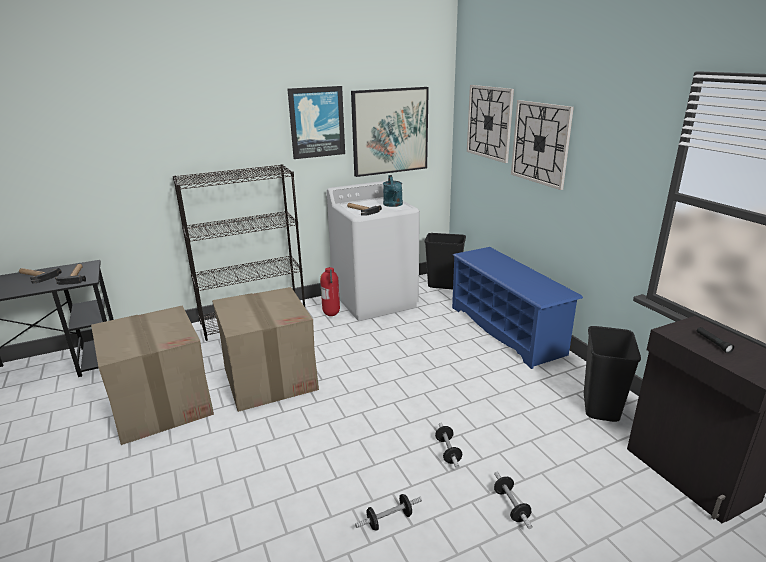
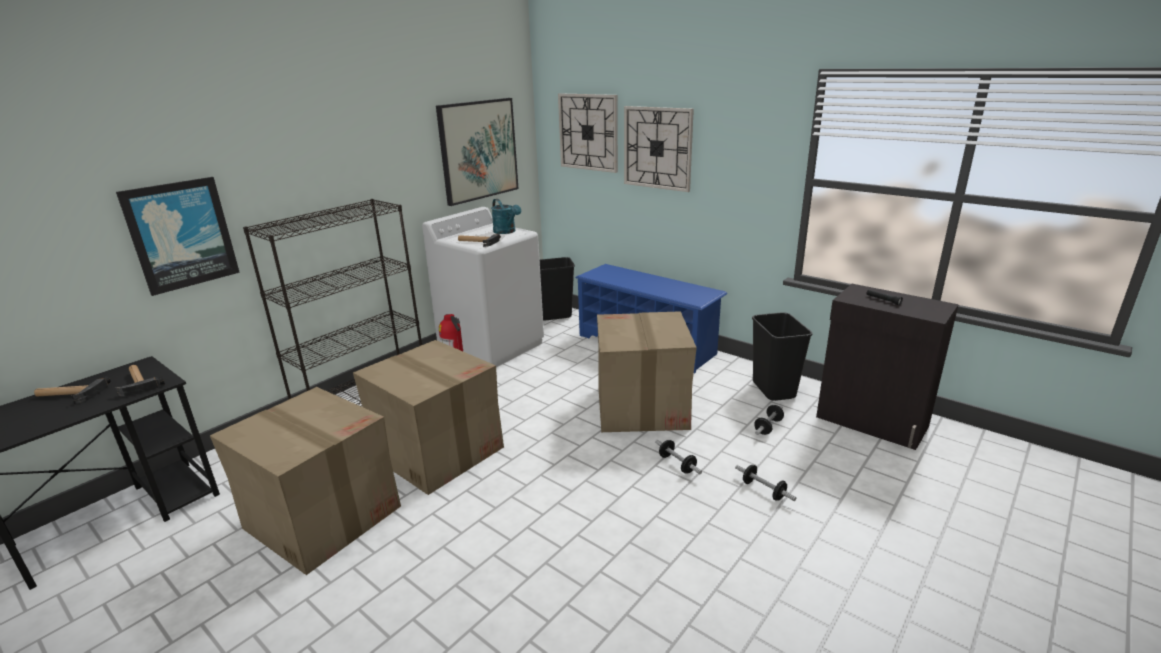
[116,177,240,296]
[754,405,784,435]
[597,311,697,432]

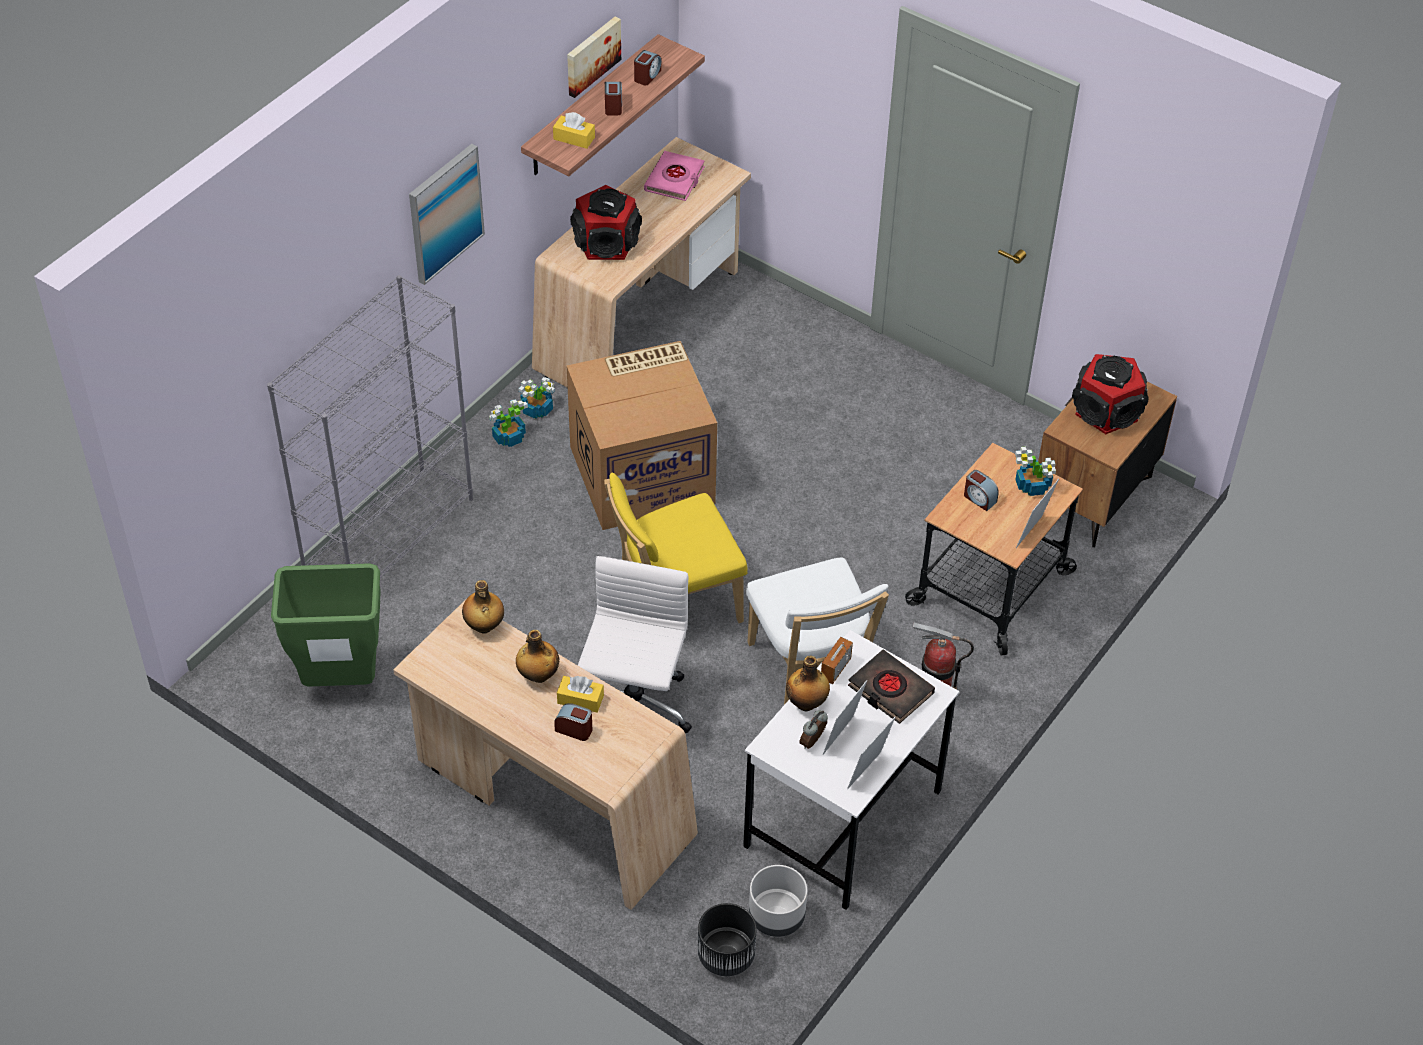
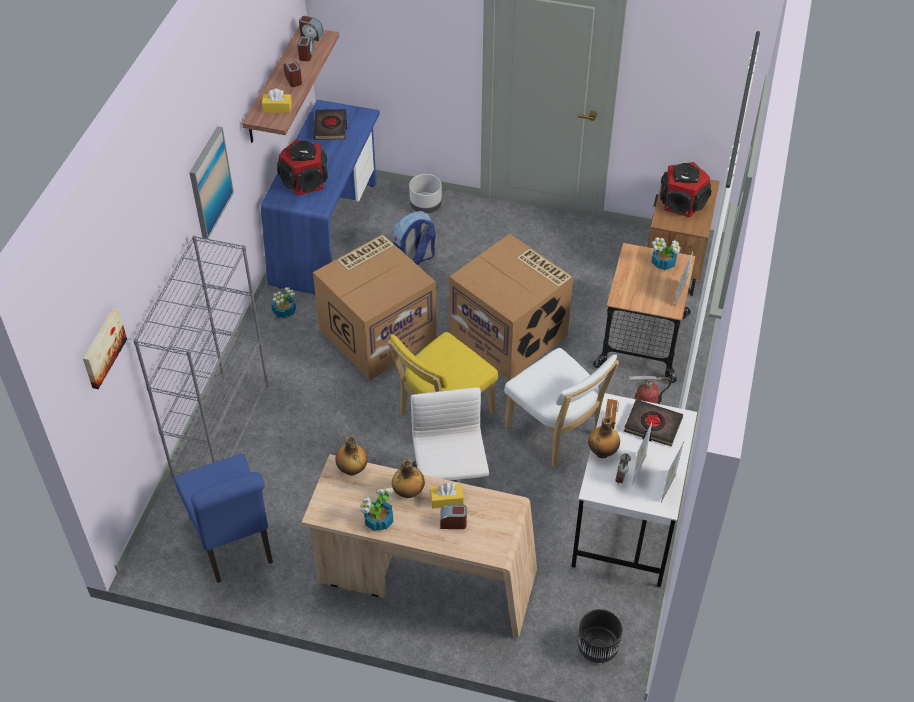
[83,308,127,389]
[261,100,380,294]
[313,109,347,140]
[360,487,394,531]
[299,16,323,41]
[174,454,273,583]
[409,174,442,213]
[393,211,436,265]
[449,234,573,380]

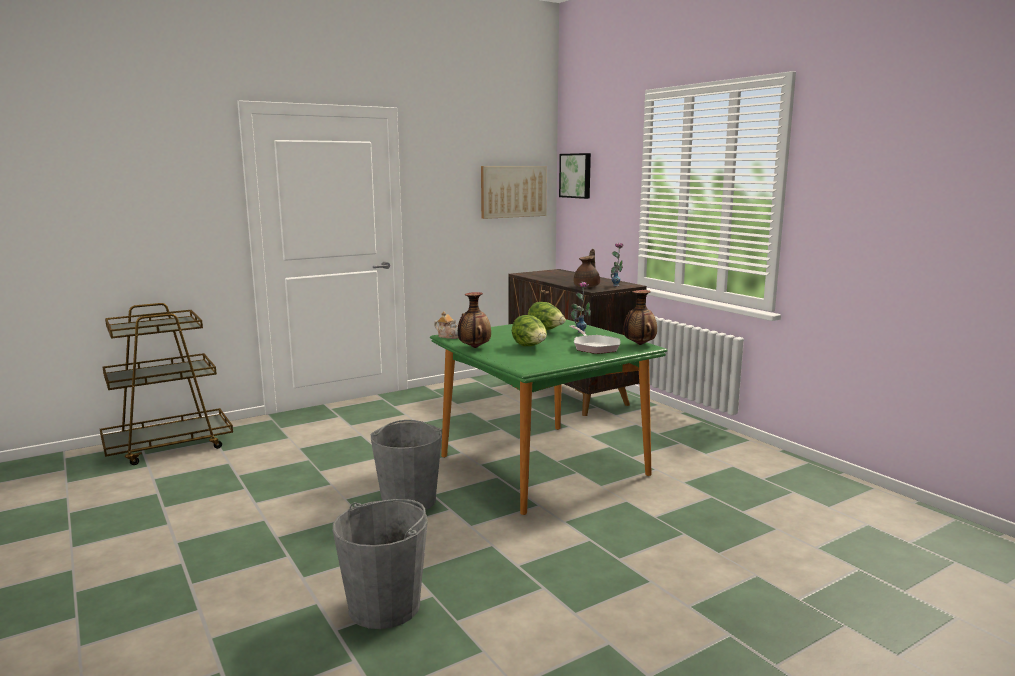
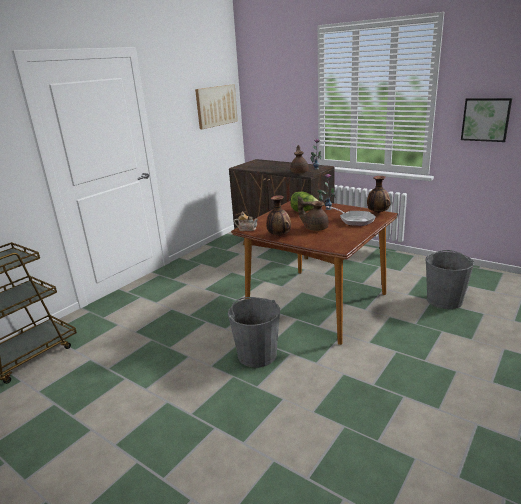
[461,98,512,142]
[298,196,329,231]
[231,201,398,345]
[426,250,474,309]

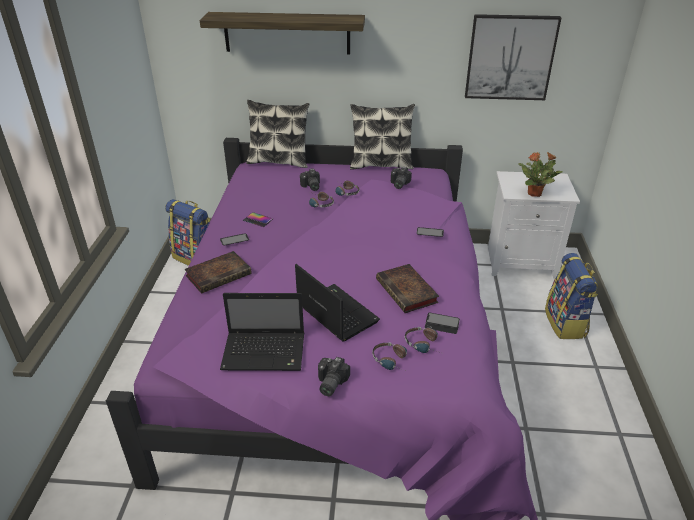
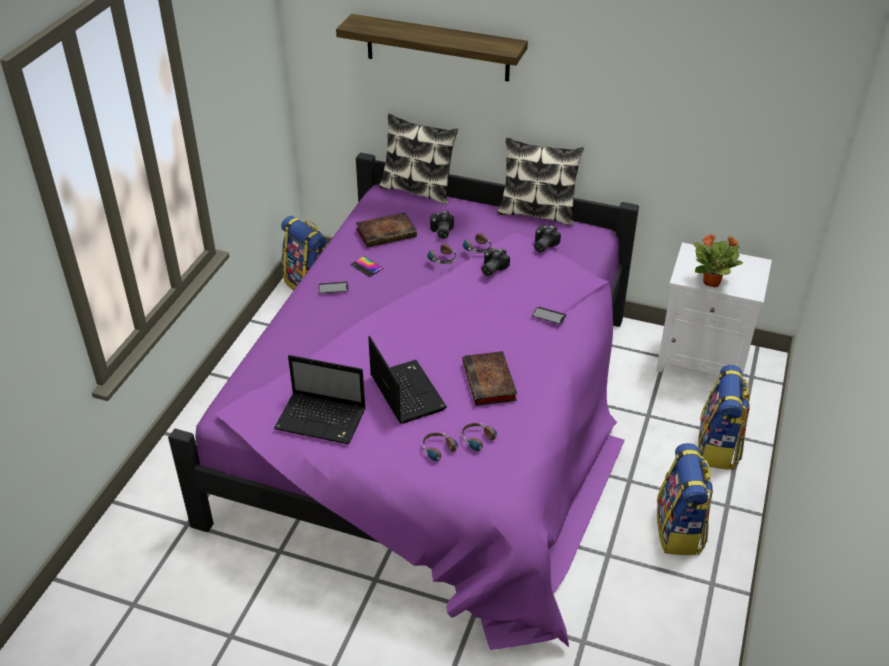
[465,14,561,100] (first image)
[356,212,417,247]
[425,312,460,334] (first image)
[482,248,510,276]
[657,443,713,555]

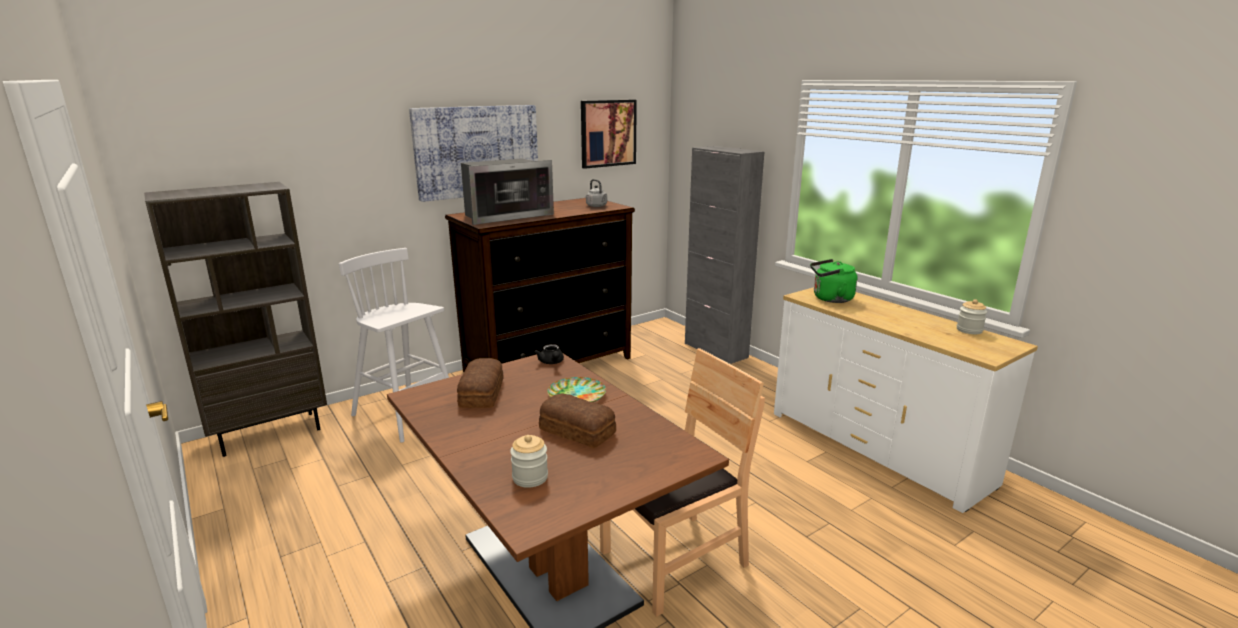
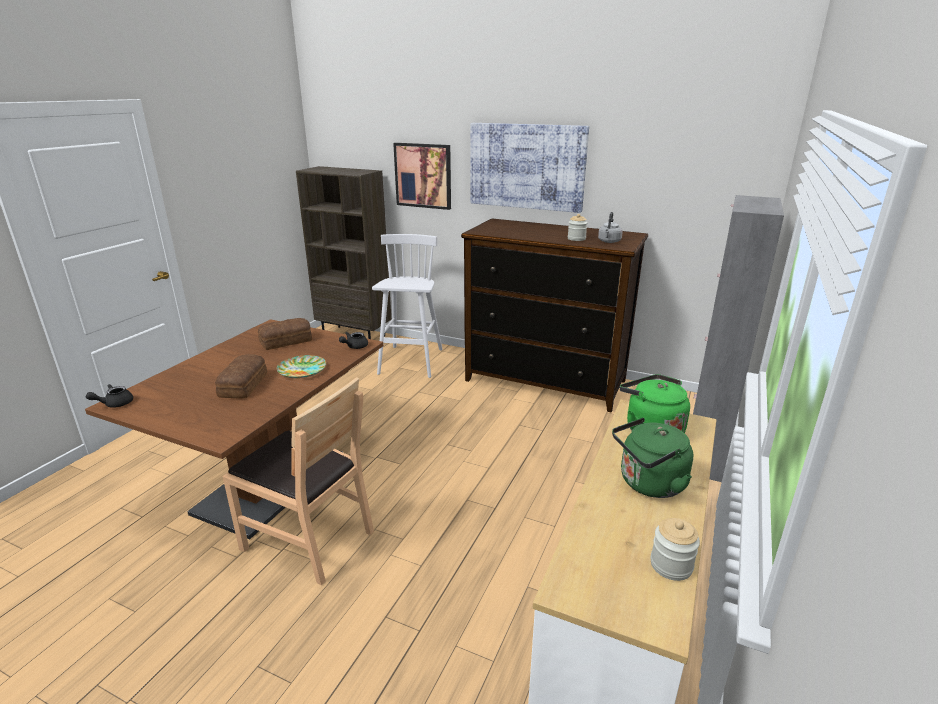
[393,143,451,210]
[461,158,554,225] (first image)
[568,214,587,241]
[86,384,133,408]
[612,418,693,498]

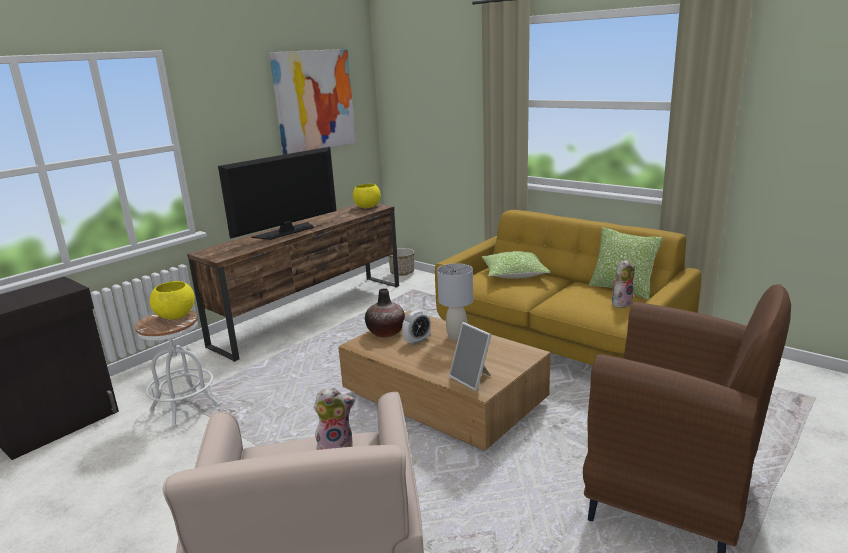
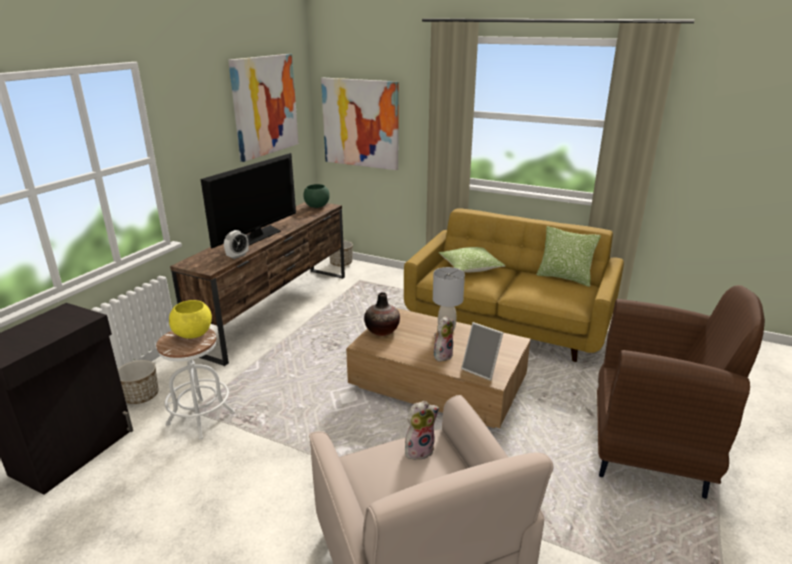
[303,184,330,208]
[434,316,454,362]
[224,230,249,259]
[321,78,398,170]
[118,360,159,404]

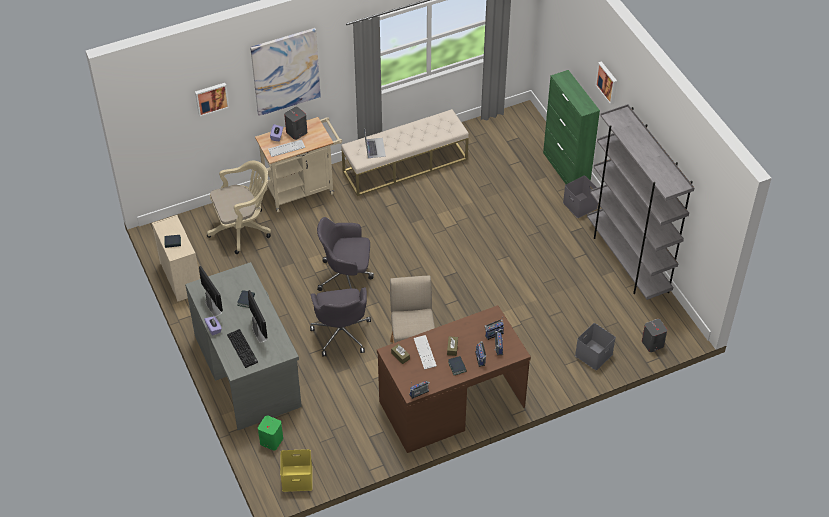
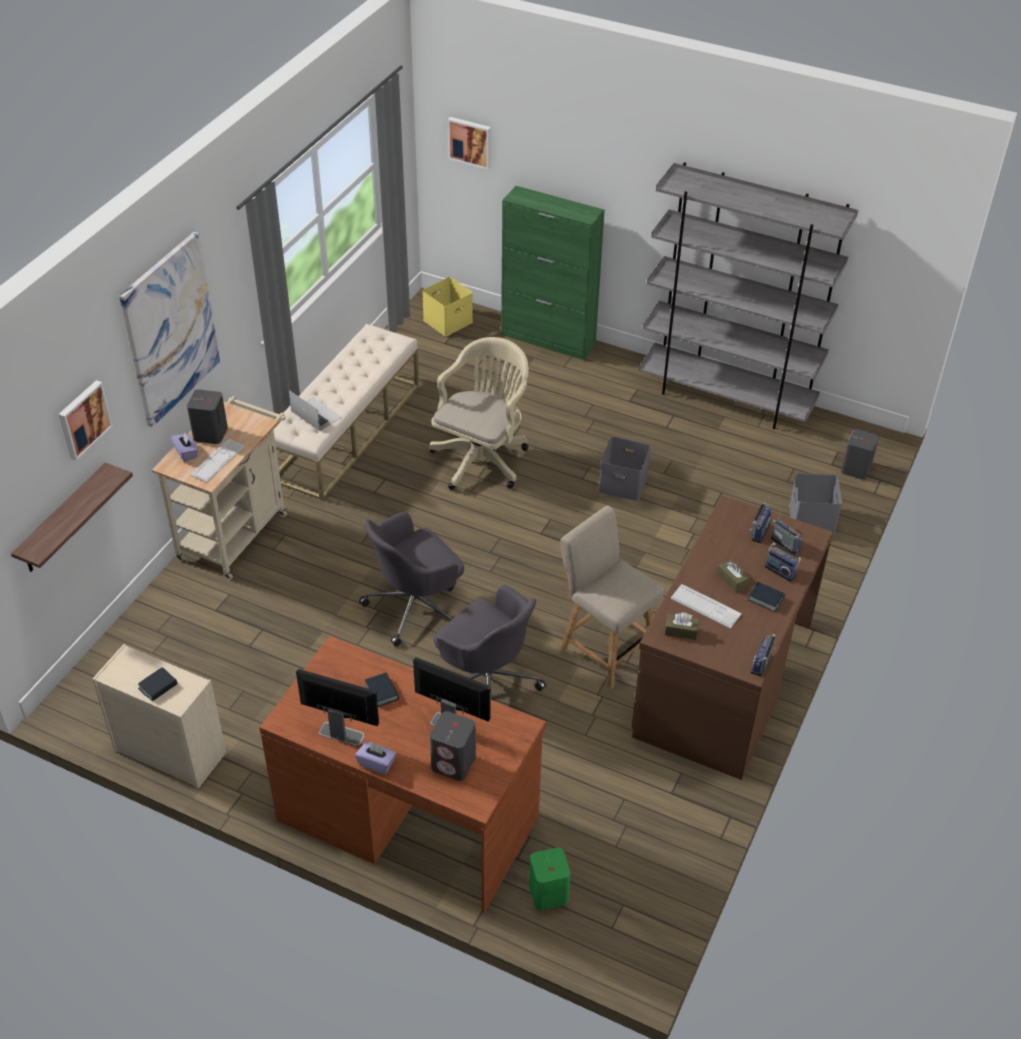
[448,117,491,170]
[429,337,529,490]
[598,436,651,502]
[259,636,546,913]
[430,711,476,781]
[422,277,473,336]
[11,463,133,572]

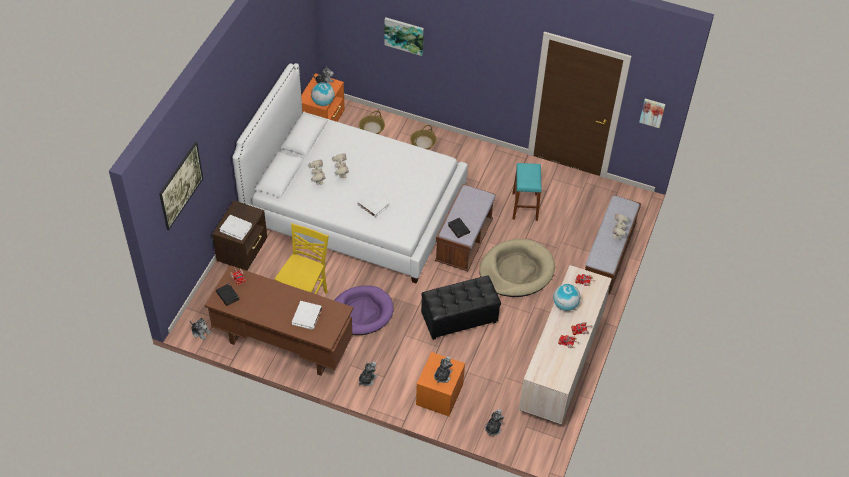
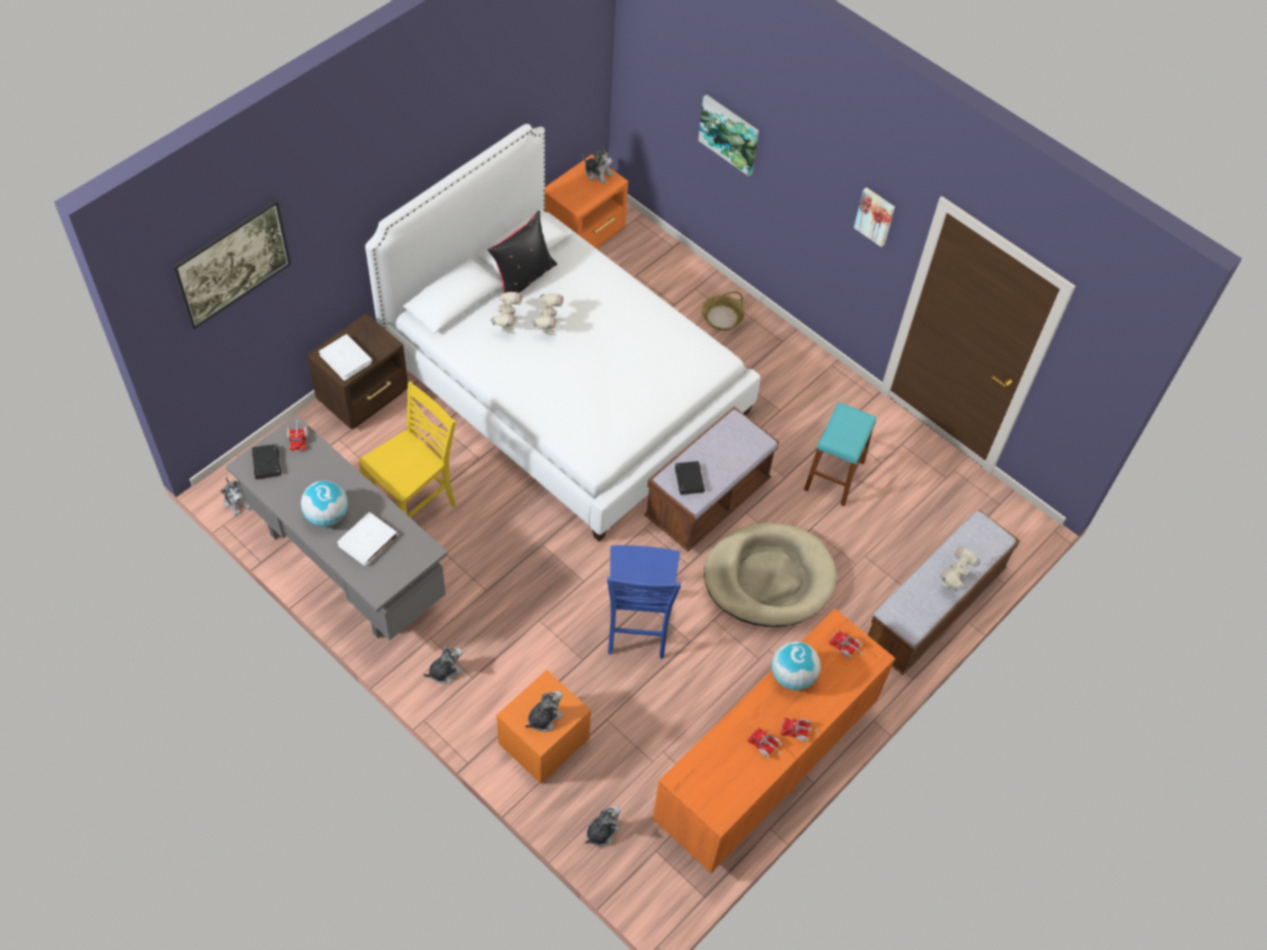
[301,480,348,527]
[854,187,895,247]
[359,111,385,134] (first image)
[357,190,389,217] (first image)
[226,415,448,640]
[653,608,895,873]
[607,545,681,659]
[334,285,394,335] (first image)
[487,210,557,293]

